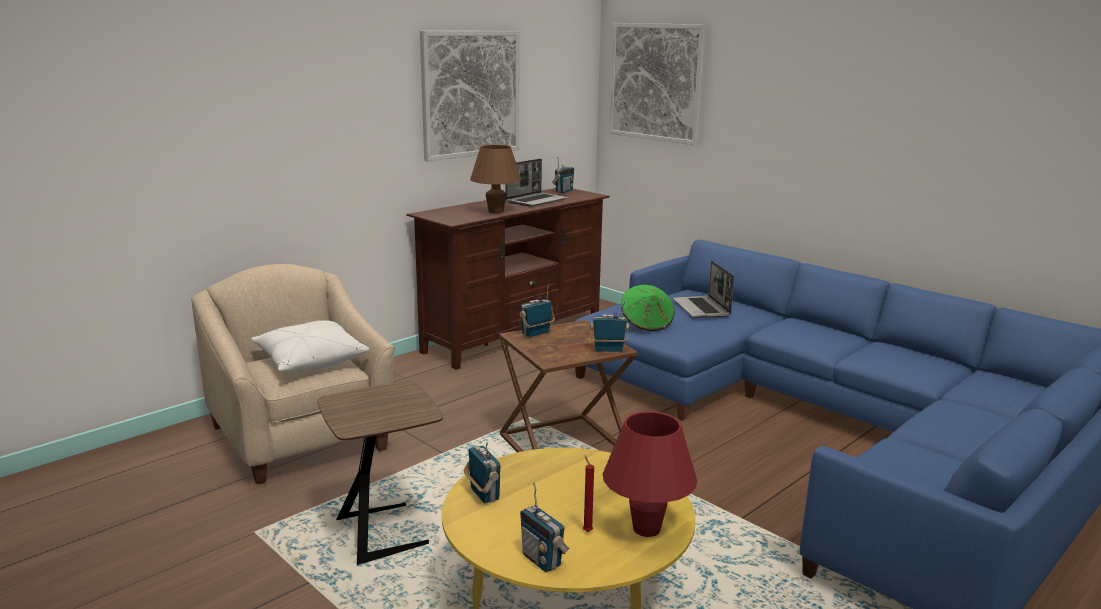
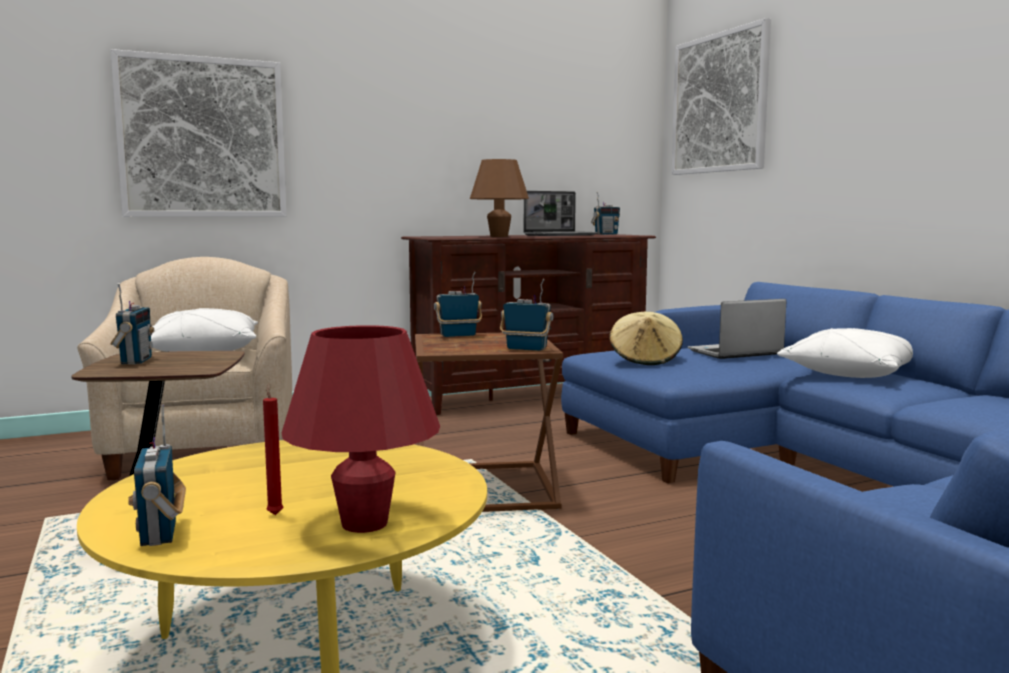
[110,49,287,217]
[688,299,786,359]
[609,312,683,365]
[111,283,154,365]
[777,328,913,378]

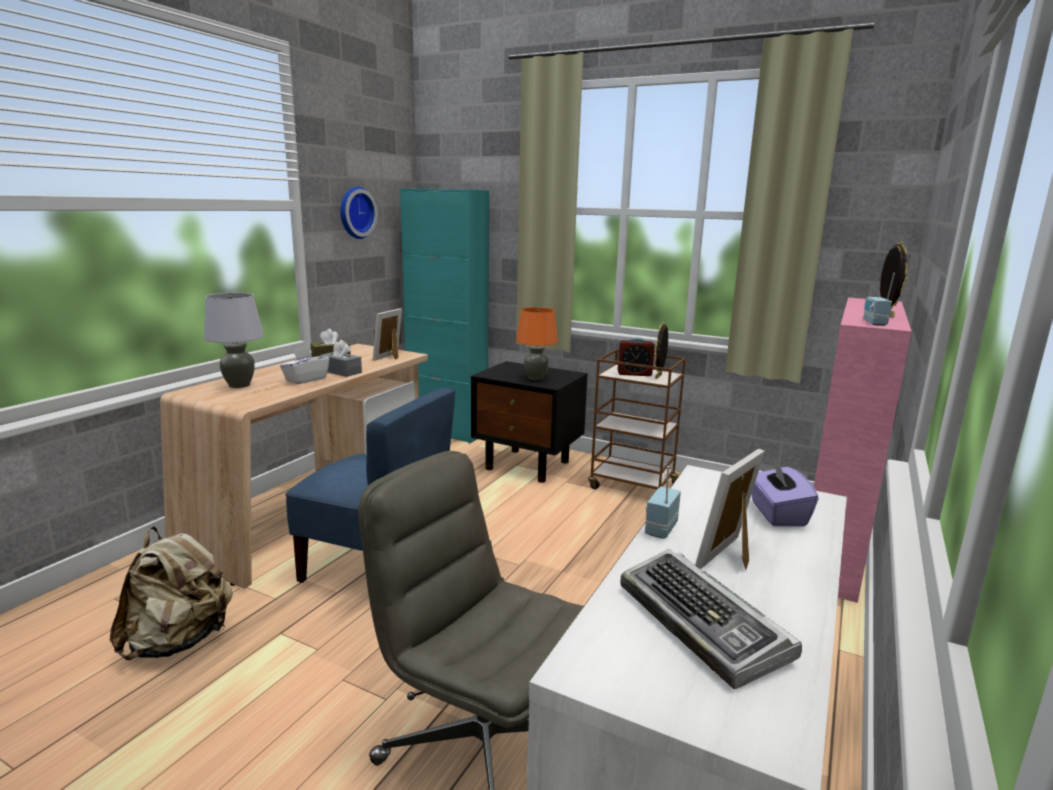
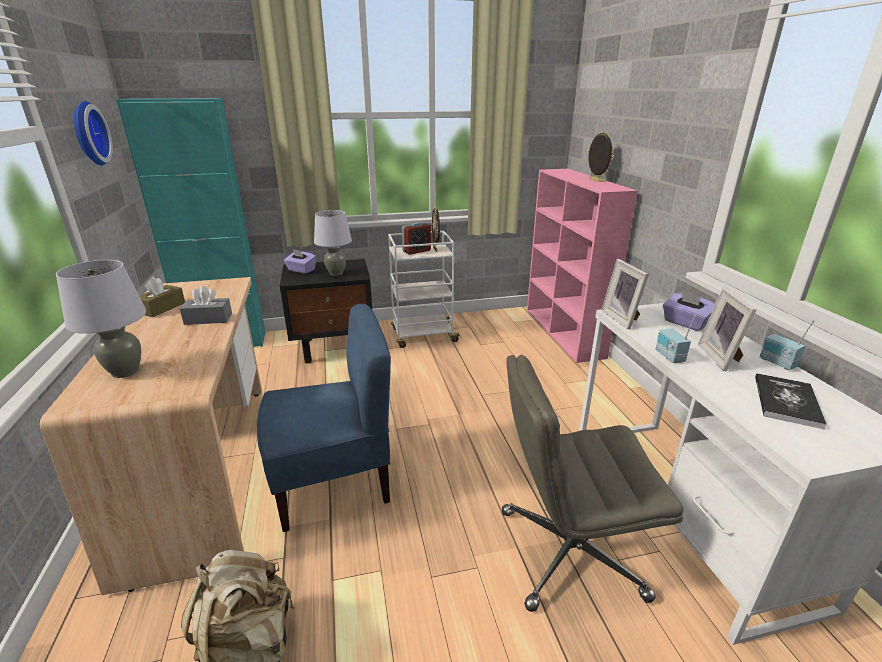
[760,320,815,370]
[314,210,352,276]
[601,259,649,329]
[280,346,329,384] (first image)
[388,231,461,348]
[755,373,827,430]
[284,249,316,274]

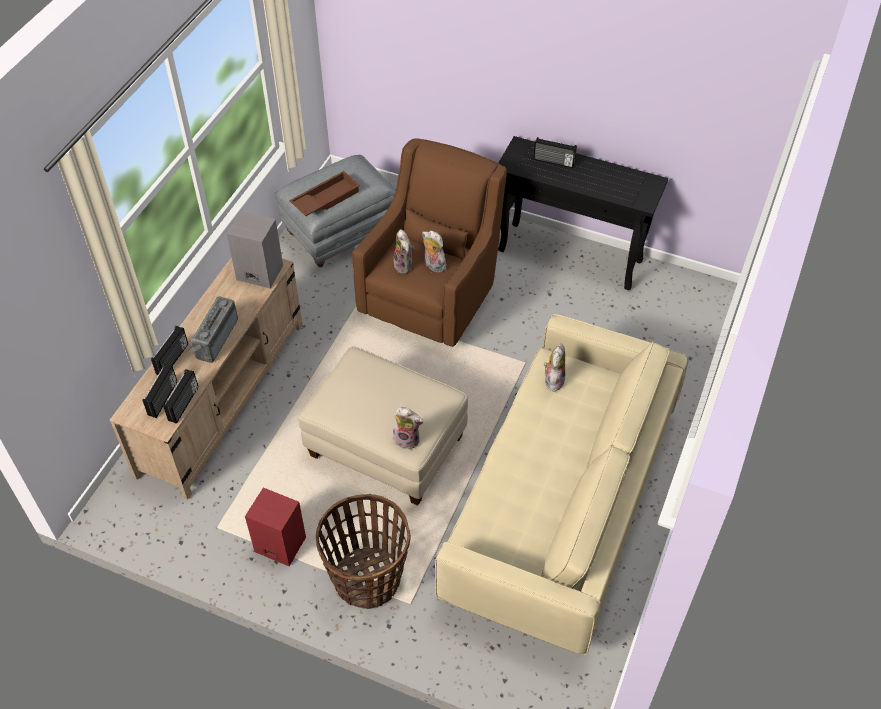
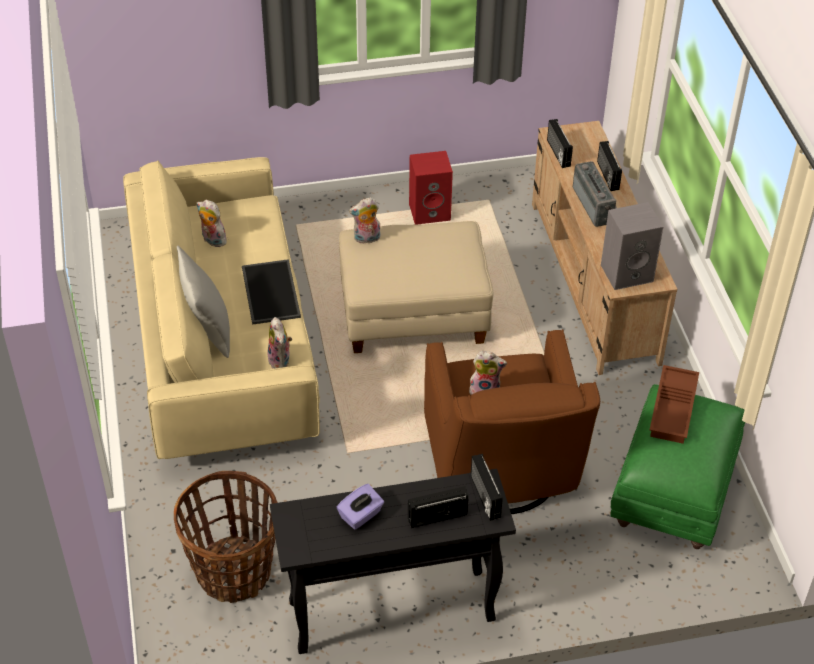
[610,384,745,549]
[197,200,228,247]
[471,454,503,521]
[174,471,277,603]
[177,245,230,358]
[242,259,301,325]
[337,484,384,530]

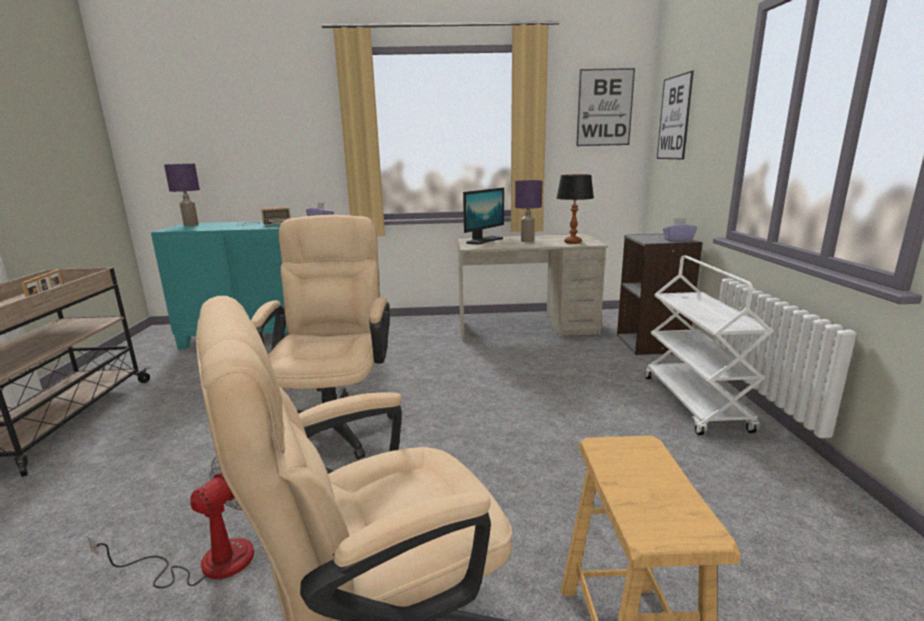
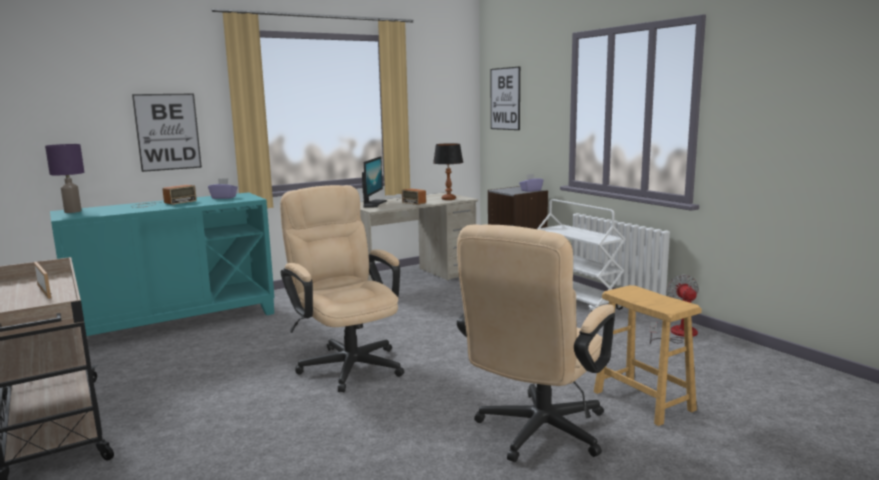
[132,94,202,172]
[397,188,426,205]
[650,275,699,344]

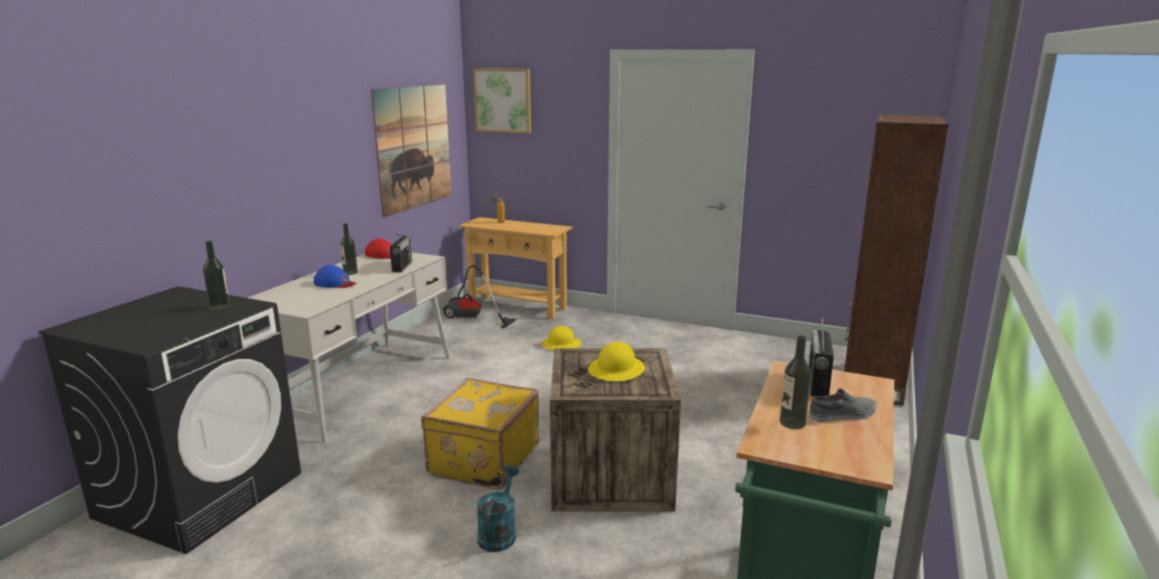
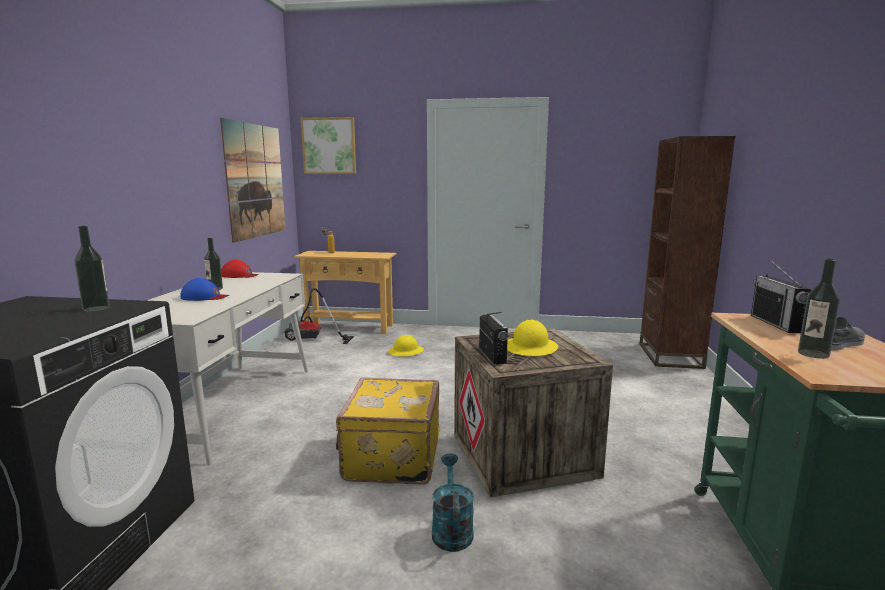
[479,312,508,364]

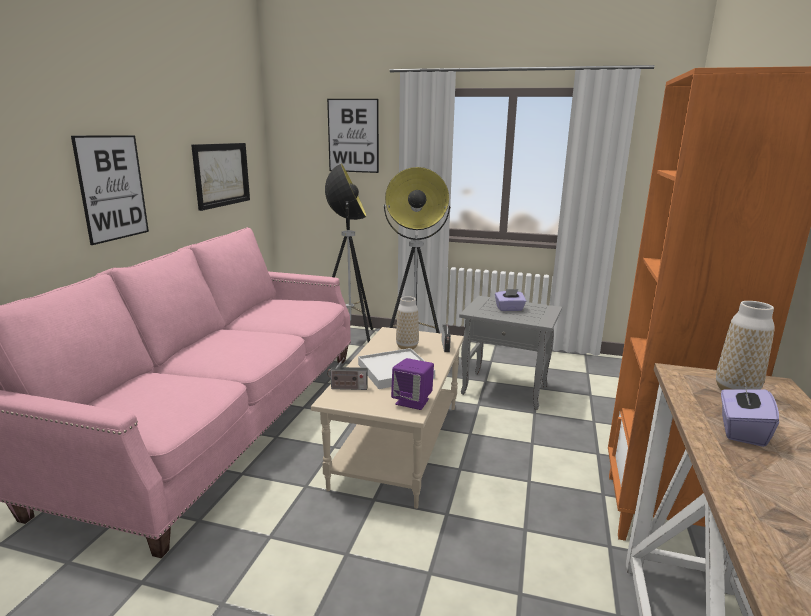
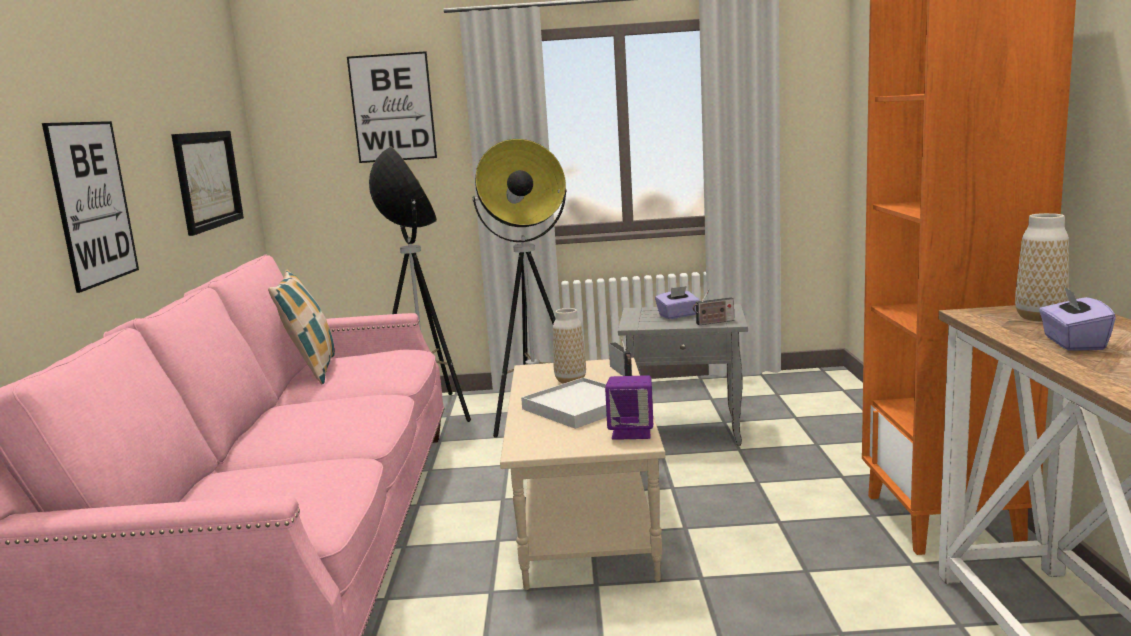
[693,289,734,325]
[268,269,335,384]

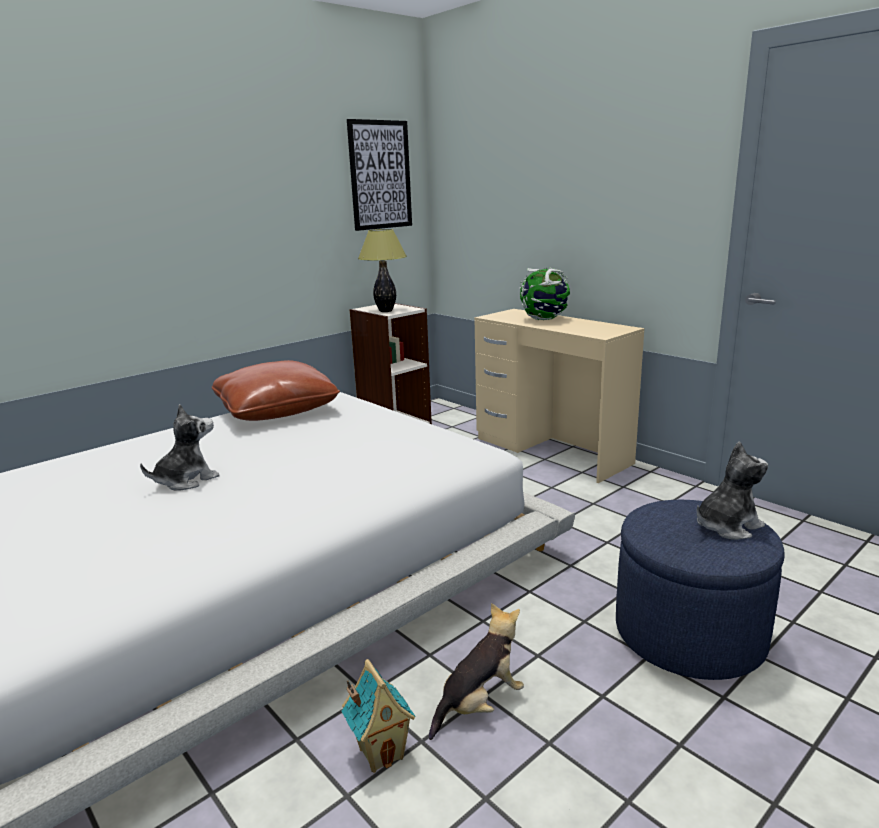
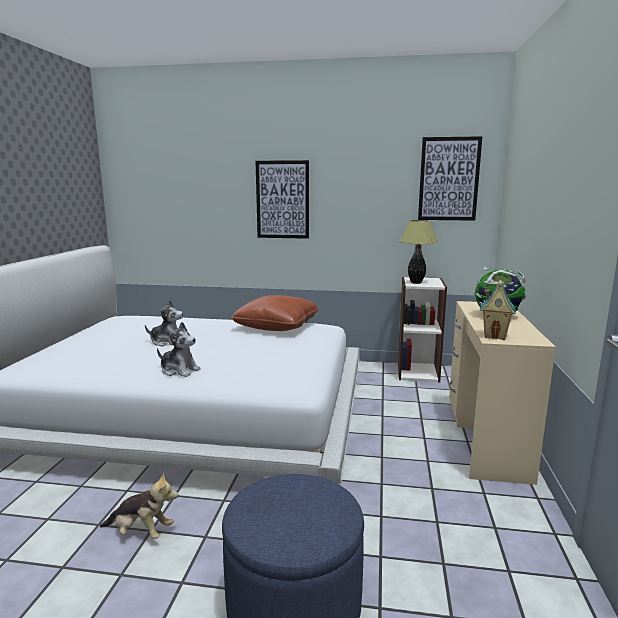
[157,322,201,377]
[480,280,516,340]
[256,160,309,239]

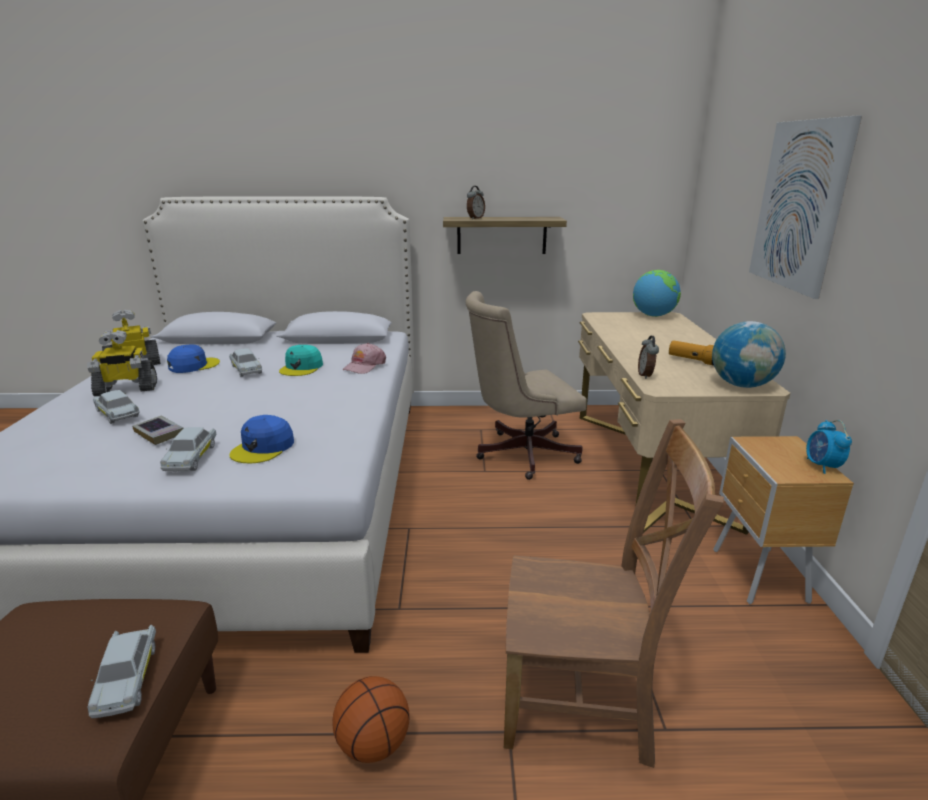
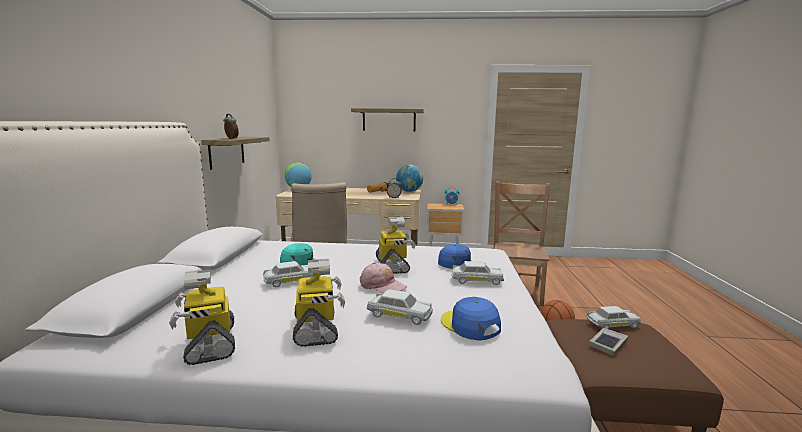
[351,108,424,131]
[360,263,407,294]
[441,297,501,340]
[367,289,433,325]
[588,328,628,356]
[376,217,416,274]

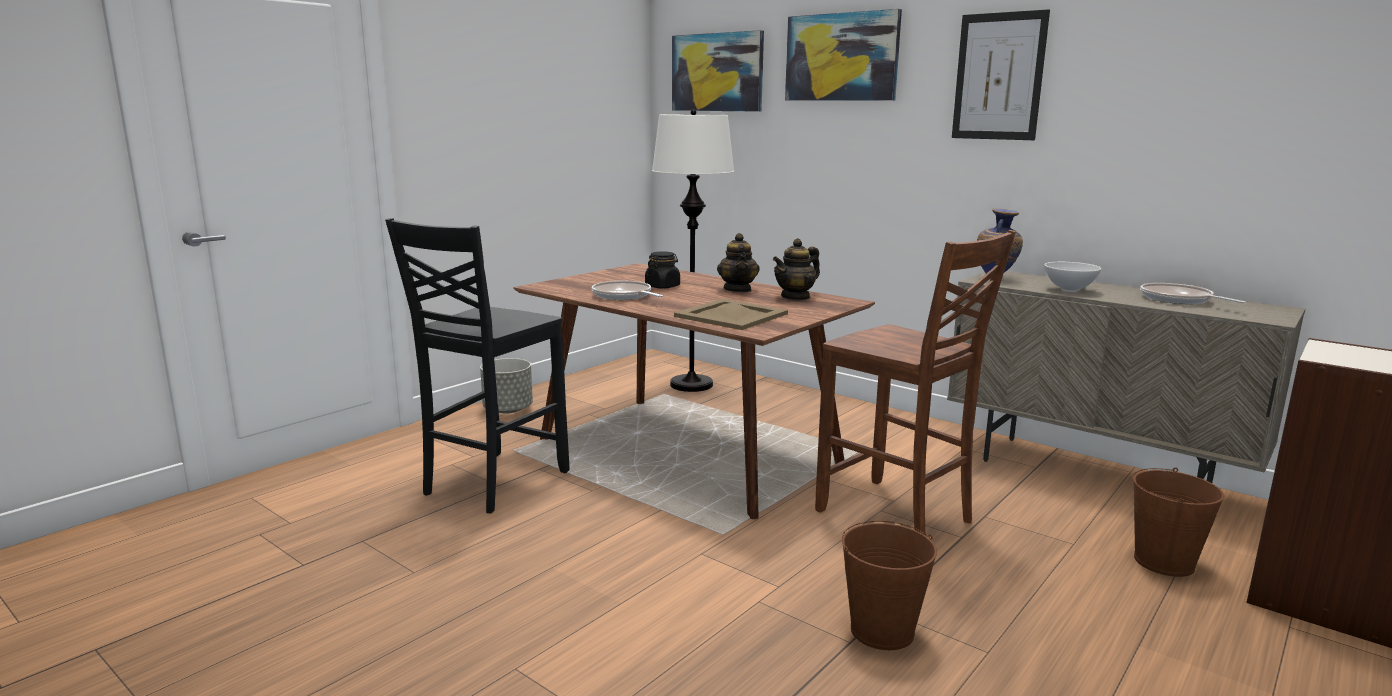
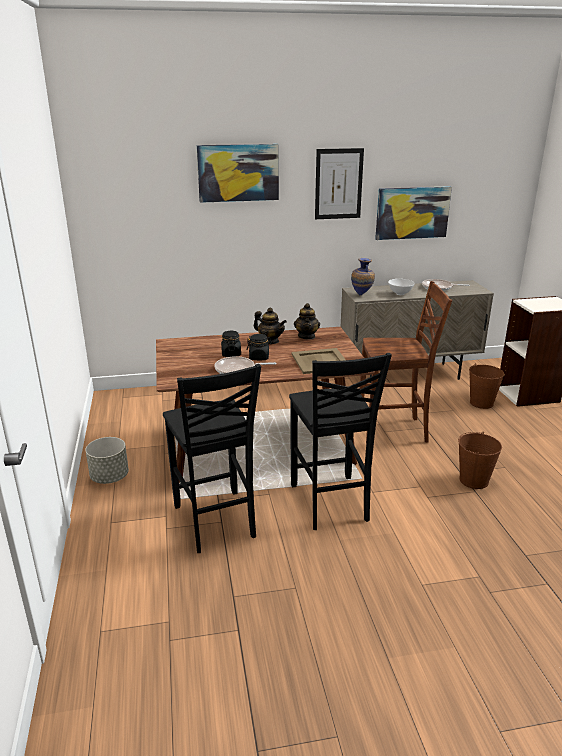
[375,186,452,240]
[652,109,734,392] (first image)
[247,334,272,360]
[289,353,392,530]

